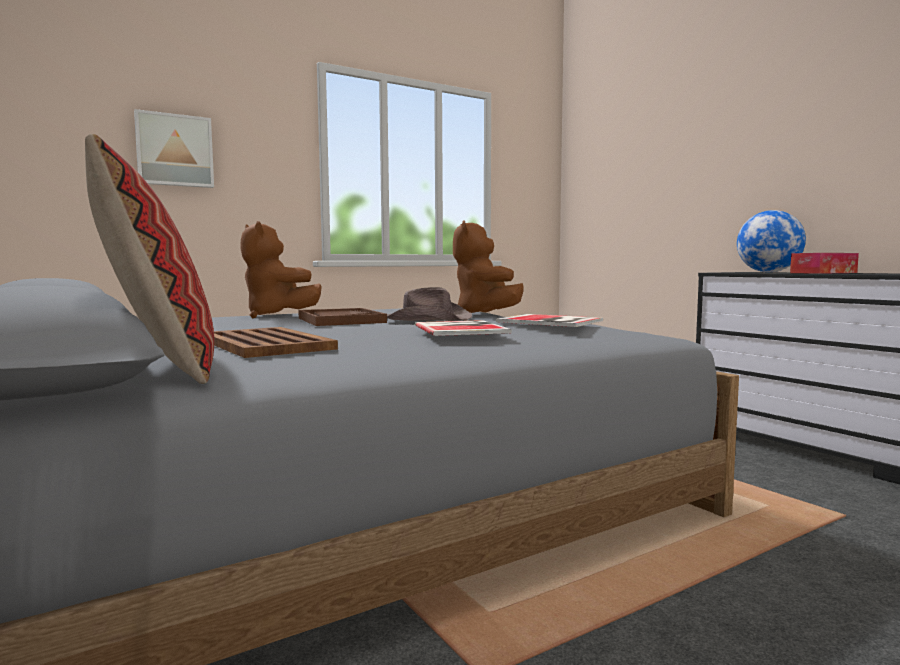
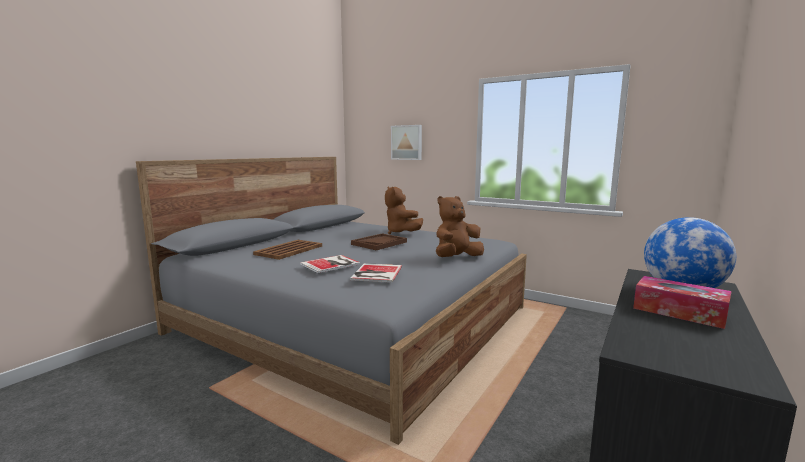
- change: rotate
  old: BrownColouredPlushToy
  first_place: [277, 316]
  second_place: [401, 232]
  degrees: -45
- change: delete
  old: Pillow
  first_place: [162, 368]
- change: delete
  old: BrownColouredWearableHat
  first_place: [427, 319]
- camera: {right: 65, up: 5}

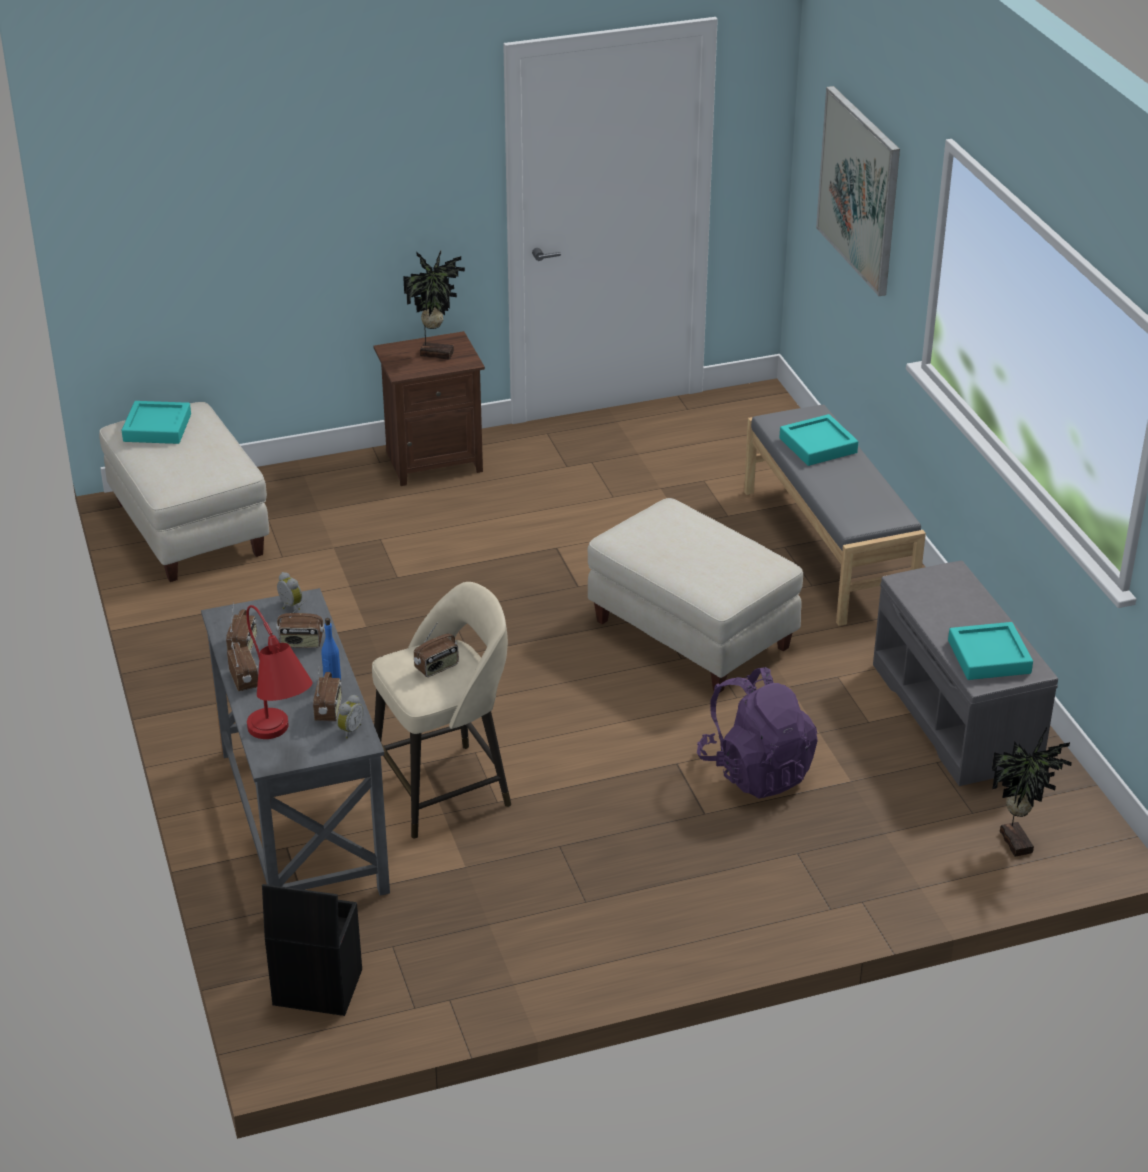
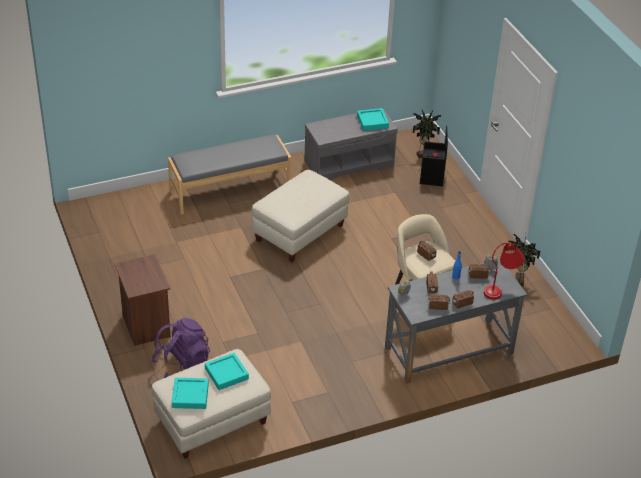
- change: move
  old: PurplishKnapsack
  first_place: [756, 770]
  second_place: [182, 364]
- change: move
  old: TurquoiseColouredTray
  first_place: [818, 445]
  second_place: [226, 374]
- change: move
  old: BlackColouredStorageBin
  first_place: [315, 988]
  second_place: [432, 177]
- change: move
  old: Houseplant
  first_place: [436, 353]
  second_place: [518, 280]
- change: delete
  old: Picture
  first_place: [859, 189]
- camera: {right: -95, up: 5}

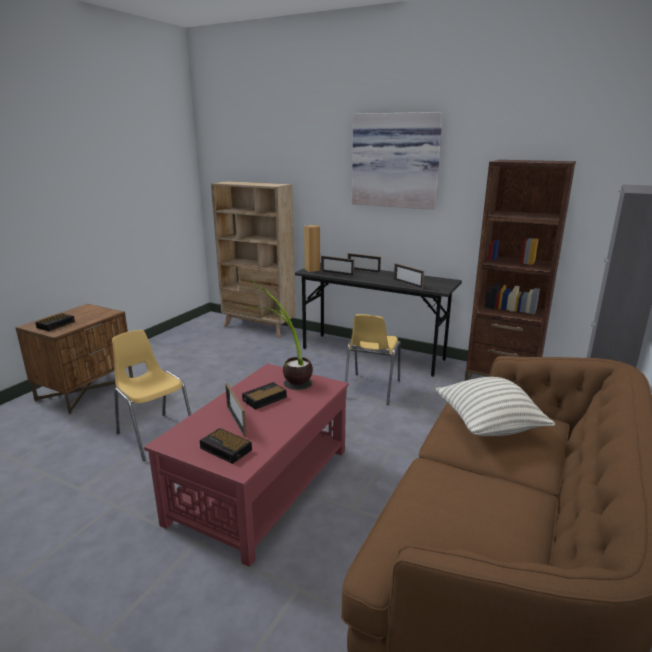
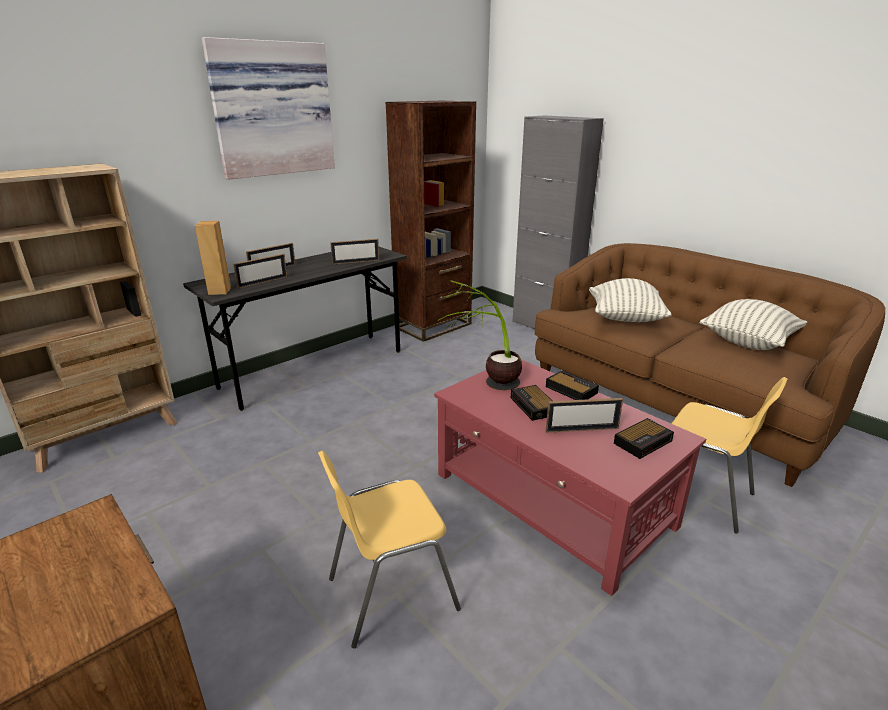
- change: move
  old: TableClock
  first_place: [56, 324]
  second_place: [570, 389]
- change: move
  old: YellowishUprightChair
  first_place: [371, 389]
  second_place: [700, 495]
- change: insert
  new: Pillow
  second_place: [748, 342]
- camera: {right: -70, up: 5}

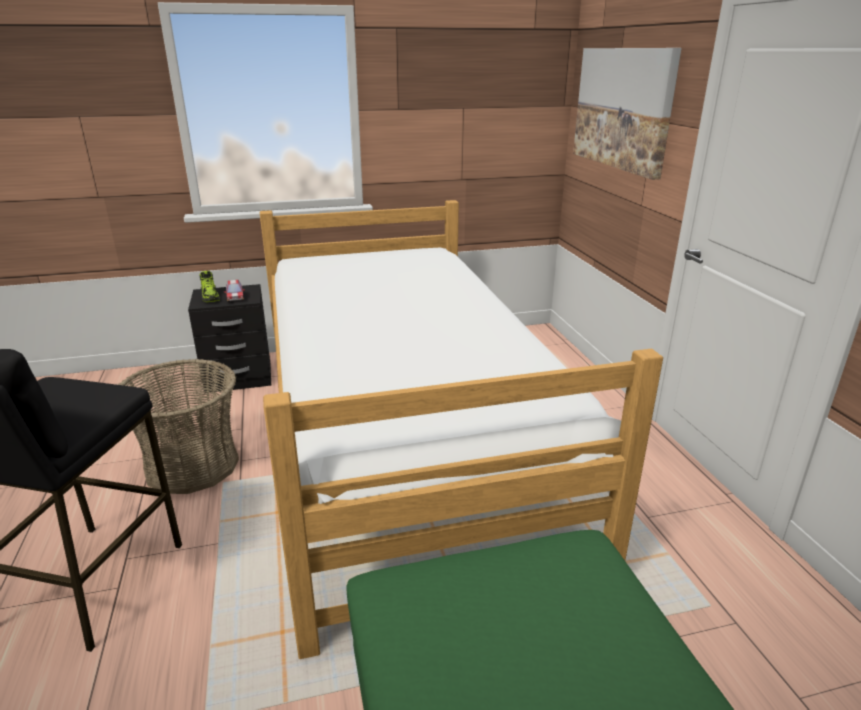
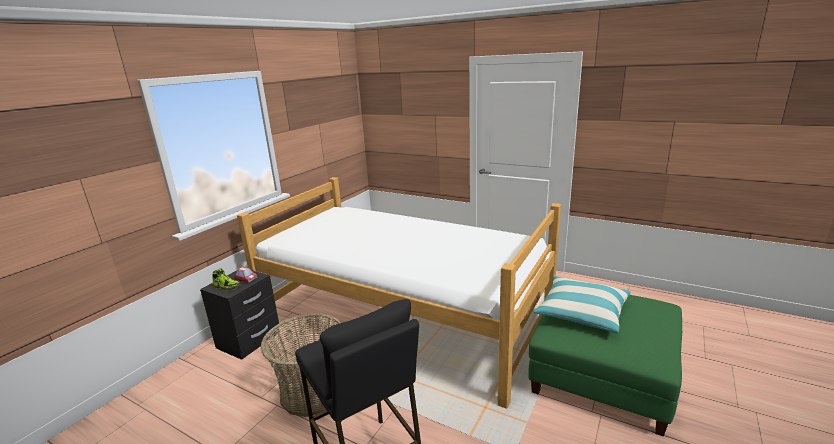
- change: insert
  new: Pillow
  second_place: [582, 312]
- change: delete
  old: Picture
  first_place: [623, 108]
- camera: {right: -45, up: -5}

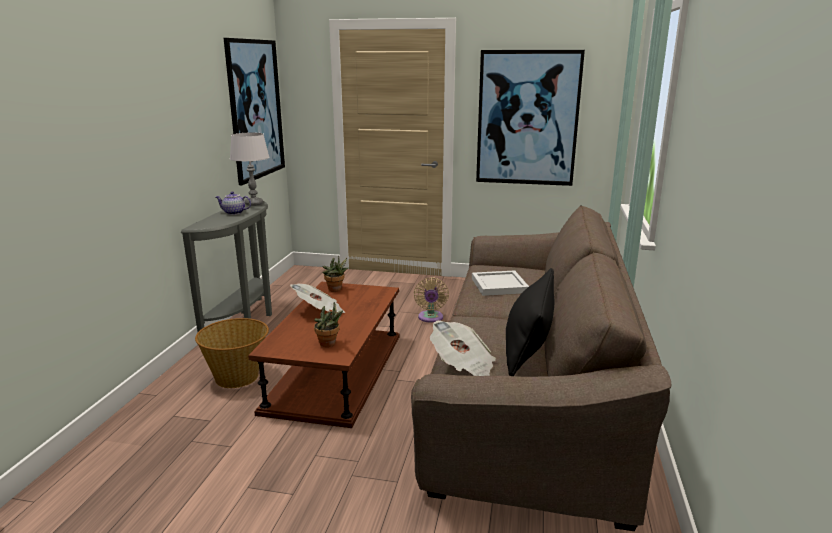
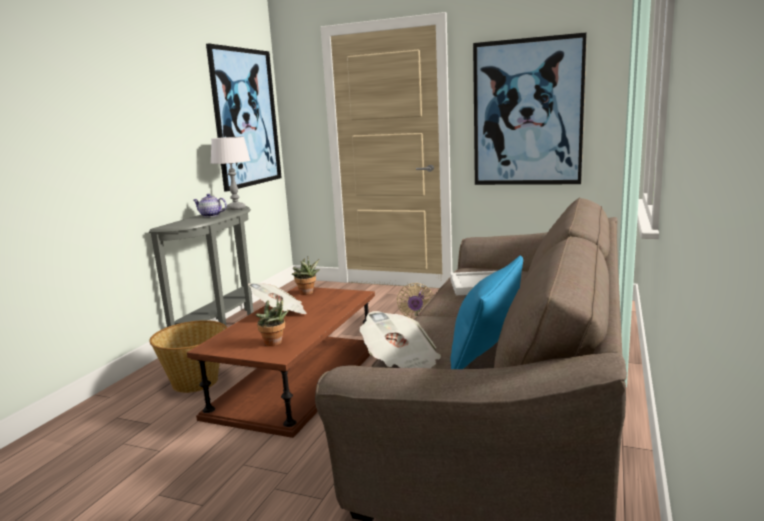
- change: recolor
  old: BlackColouredPillow
  new: BluishPillow
  first_place: [528, 347]
  second_place: [488, 346]
- camera: {right: 10, up: -5}

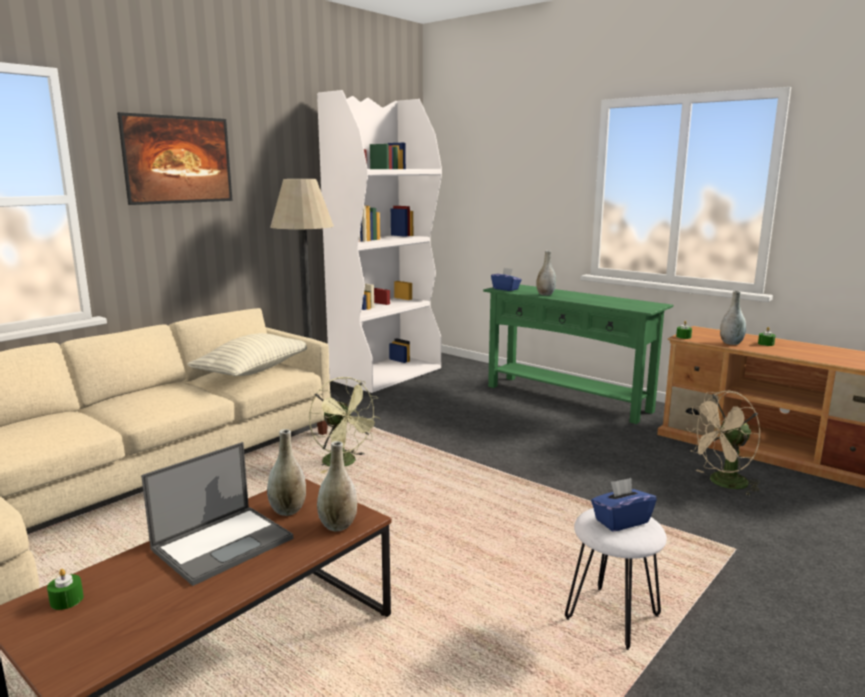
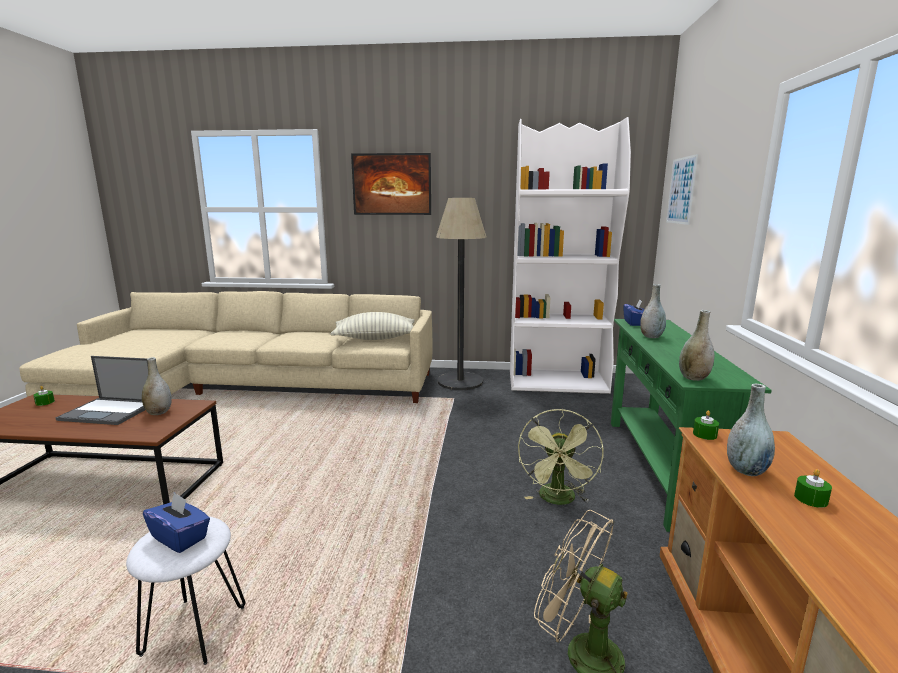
- change: move
  old: GreenColouredElectricFan
  first_place: [345, 463]
  second_place: [558, 500]
- change: insert
  new: Picture
  second_place: [681, 190]
- change: move
  old: GreyishDecorativeVase
  first_place: [338, 525]
  second_place: [693, 378]
- camera: {right: 55, up: 0}

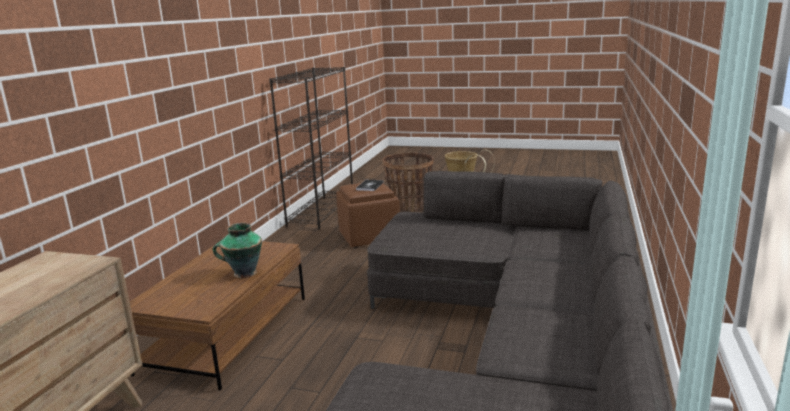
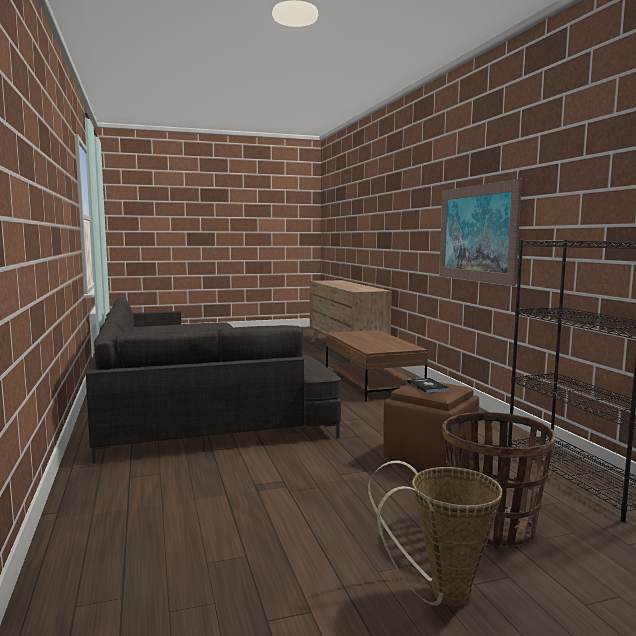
- change: insert
  new: Picture
  second_place: [476, 233]
- change: delete
  old: DecorativeVase
  first_place: [244, 273]
- camera: {right: 145, up: -10}

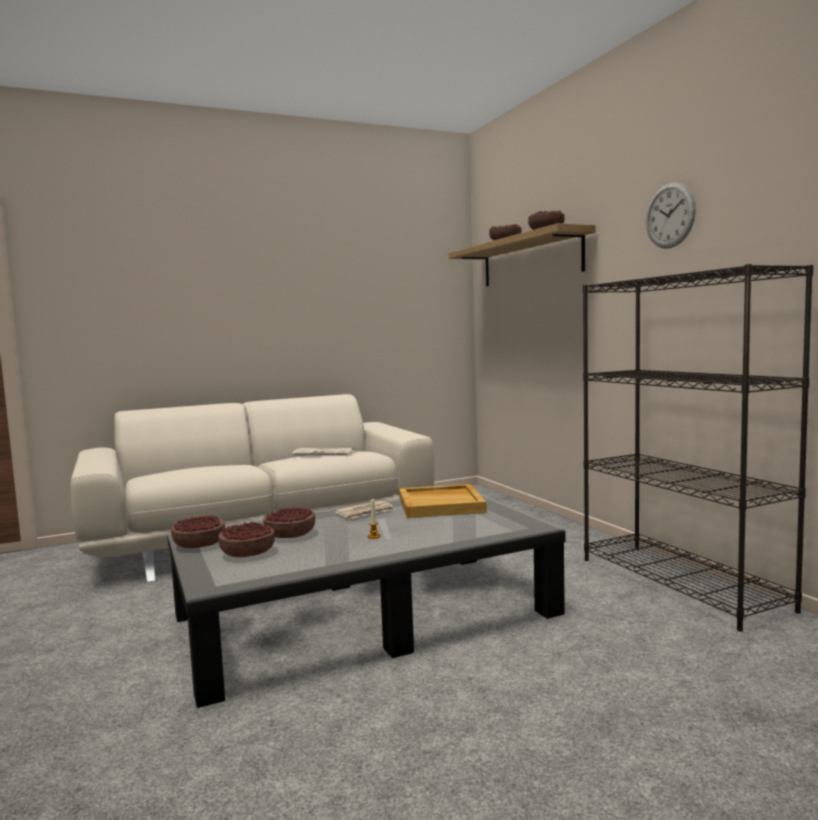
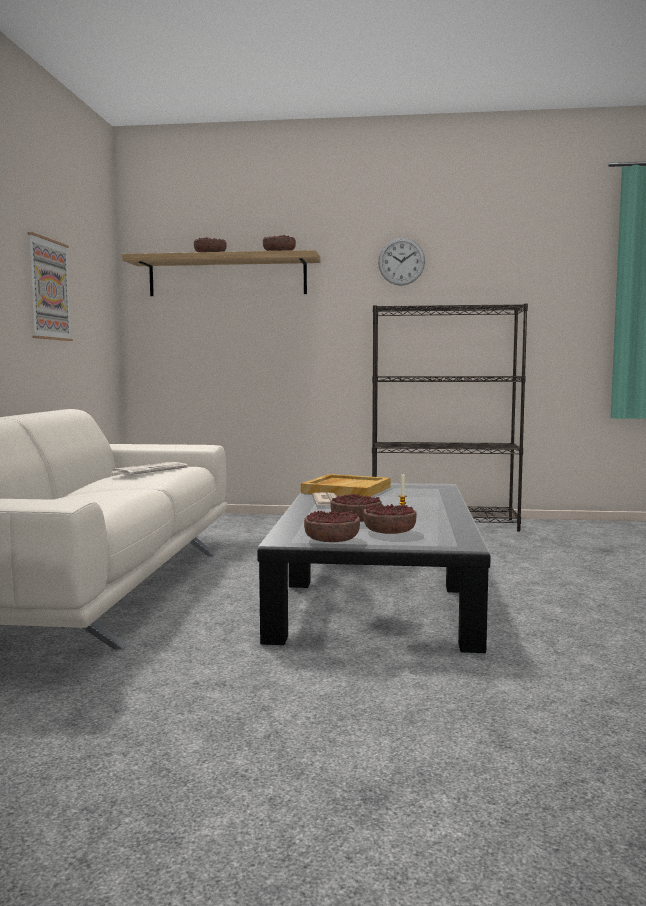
- change: insert
  new: Picture
  second_place: [48, 289]
- camera: {right: -60, up: 0}

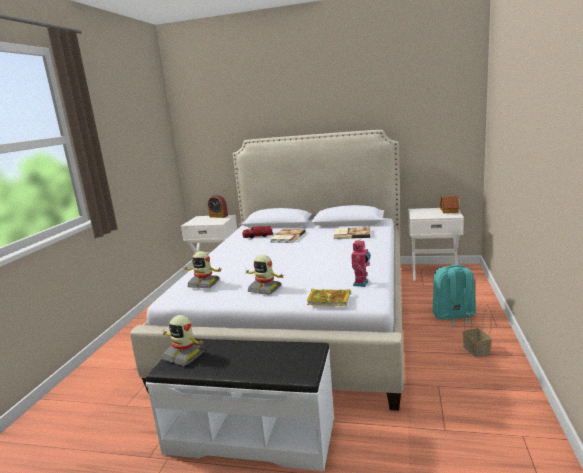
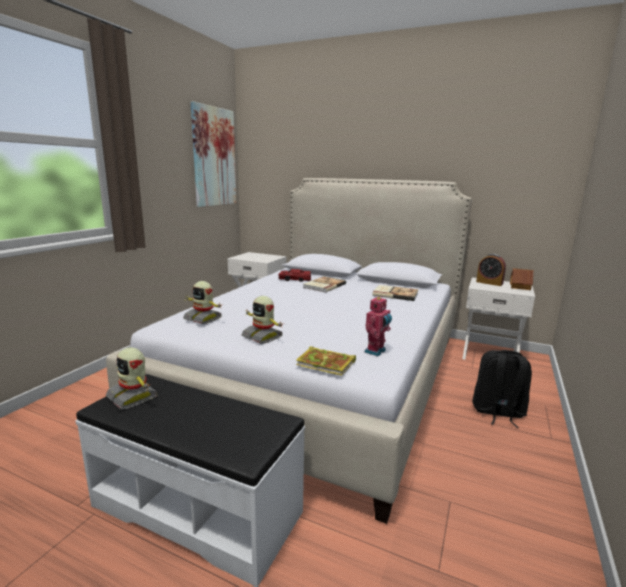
- change: insert
  new: Picture
  second_place: [214, 157]
- change: recolor
  old: TurquoiseColouredKnapsack
  new: BlackColouredKnapsack
  first_place: [453, 316]
  second_place: [497, 412]
- change: move
  old: TableClock
  first_place: [218, 216]
  second_place: [489, 283]
- change: delete
  old: StorageBasket
  first_place: [477, 350]
- camera: {right: 10, up: 0}

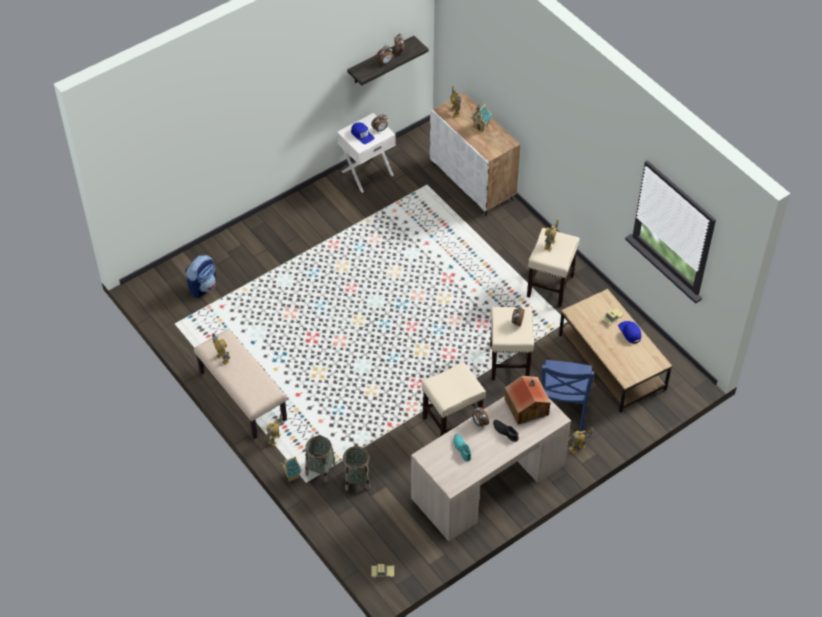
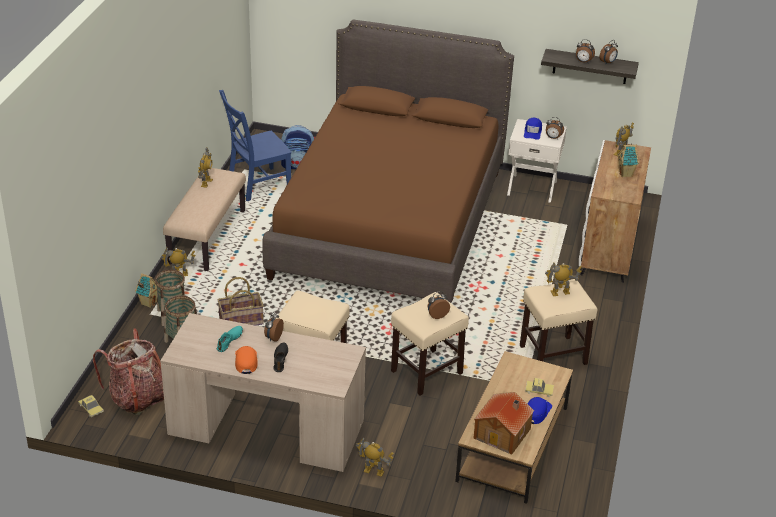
- change: insert
  new: Knapsack
  second_place: [138, 397]
- change: insert
  new: StorageBasket
  second_place: [241, 320]
- change: move
  old: BluishUprightChair
  first_place: [562, 410]
  second_place: [256, 184]
- change: insert
  new: OrangeyPeakedCap
  second_place: [246, 361]
- change: insert
  new: BrownColouredBed
  second_place: [390, 223]
- change: move
  old: ToyHouse
  first_place: [527, 406]
  second_place: [503, 433]
- camera: {right: 50, up: -15}

